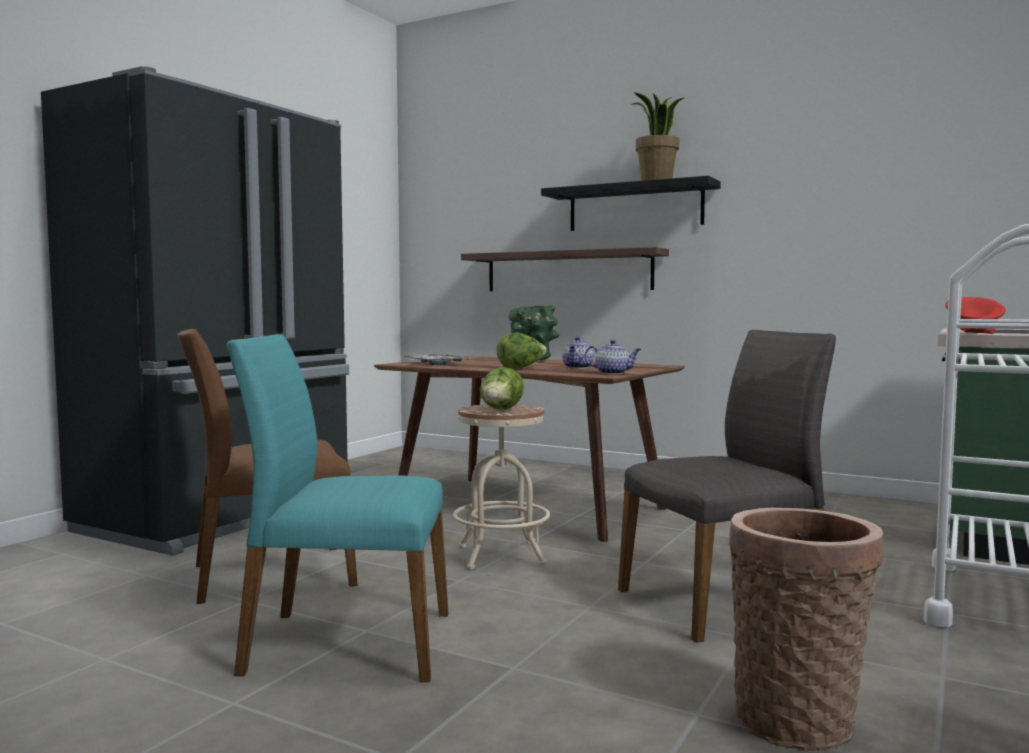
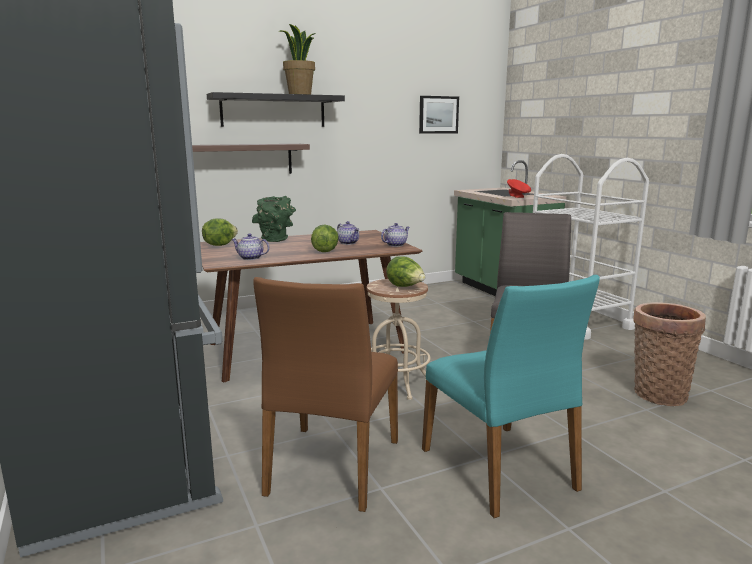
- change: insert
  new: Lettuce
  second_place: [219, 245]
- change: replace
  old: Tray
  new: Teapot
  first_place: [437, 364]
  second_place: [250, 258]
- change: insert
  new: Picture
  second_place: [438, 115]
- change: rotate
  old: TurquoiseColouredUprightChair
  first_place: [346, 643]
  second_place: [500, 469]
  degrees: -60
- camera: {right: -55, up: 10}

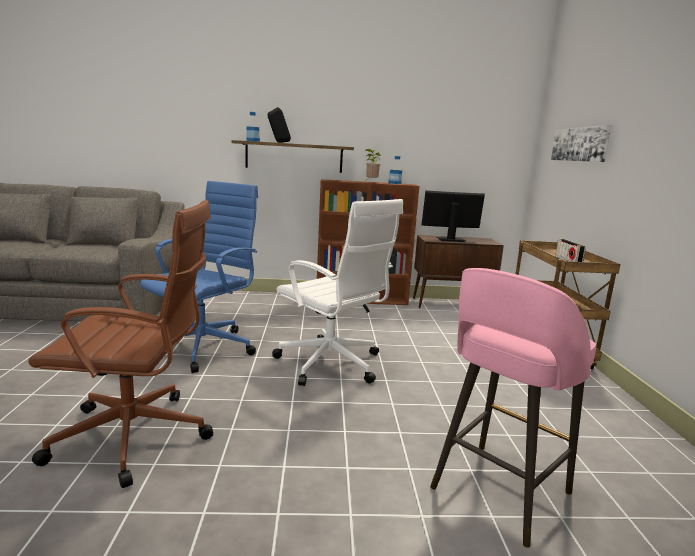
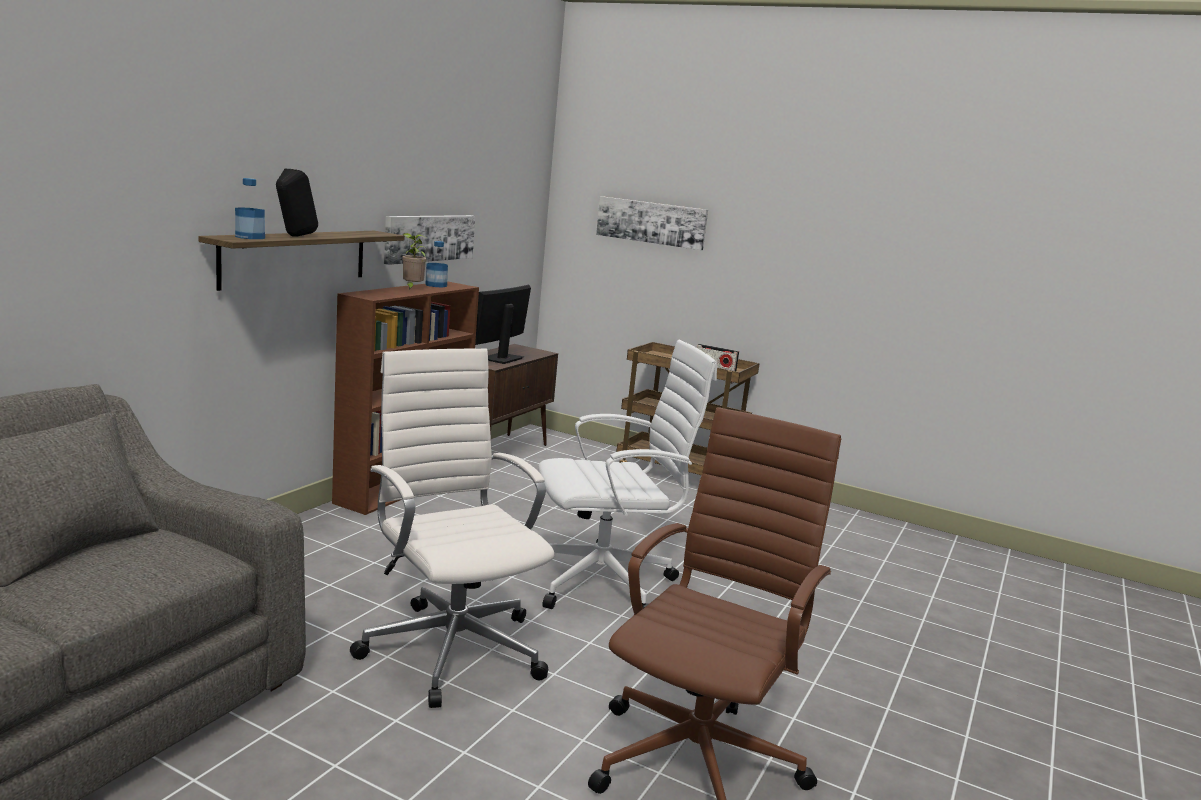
- change: recolor
  old: BluishComputerChair
  new: WhitishComputerChair
  first_place: [205, 347]
  second_place: [452, 647]
- change: insert
  new: Picture
  second_place: [429, 238]
- change: delete
  old: PinkishStoolSeat
  first_place: [498, 492]
- camera: {right: -60, up: 0}

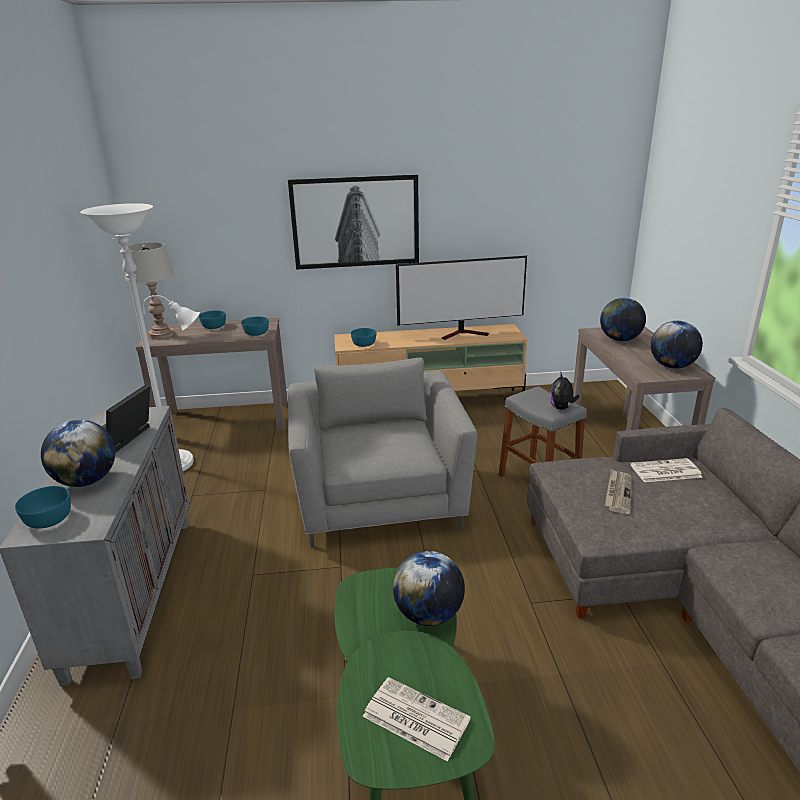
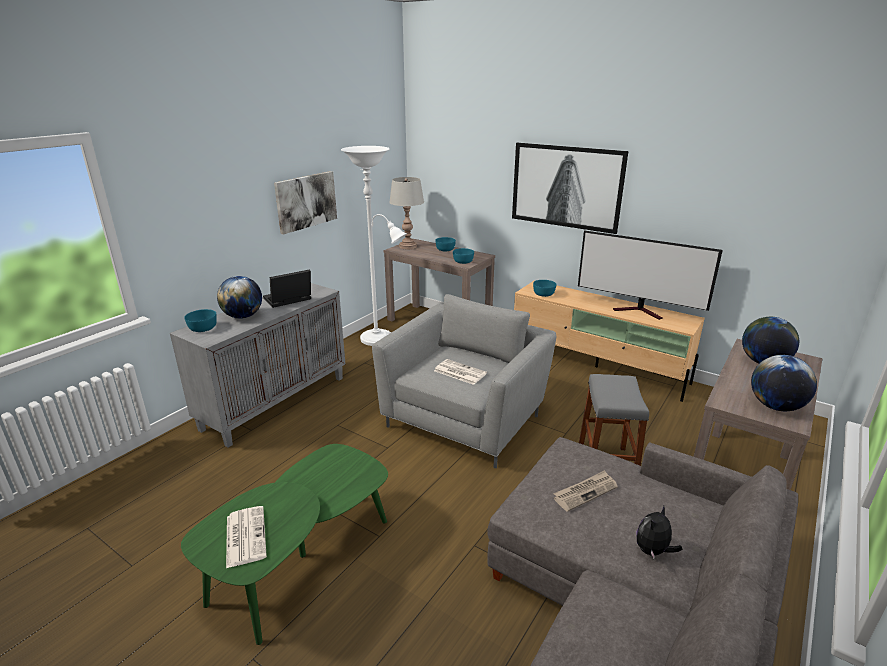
- change: insert
  new: Picture
  second_place: [306, 201]
- change: move
  old: DailyPaper
  first_place: [665, 471]
  second_place: [459, 372]
- change: move
  old: PlushToy
  first_place: [562, 408]
  second_place: [653, 551]
- change: delete
  old: WorldGlobe
  first_place: [429, 614]
- camera: {right: 40, up: 0}

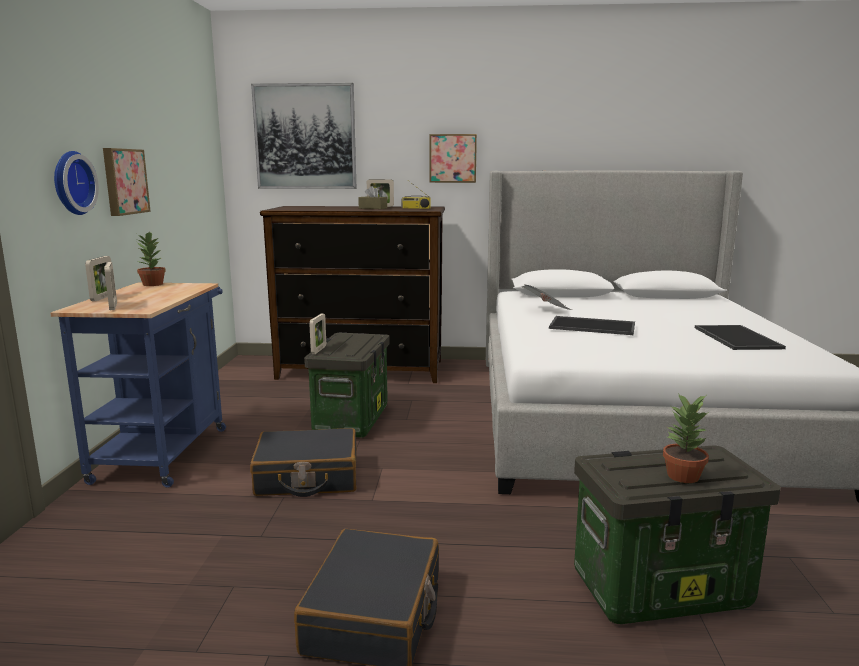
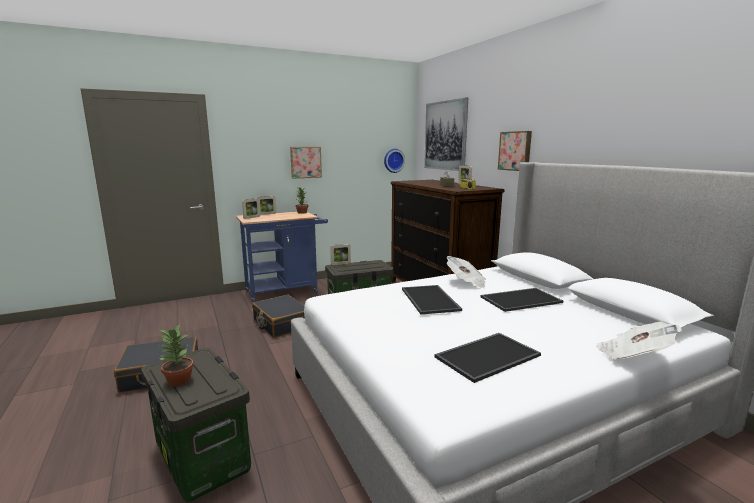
- change: move
  old: ClockOnTheWall
  first_place: [71, 183]
  second_place: [393, 160]
- change: insert
  new: Tray
  second_place: [520, 299]
- change: insert
  new: DailyPaper
  second_place: [633, 356]
- camera: {right: 60, up: 0}

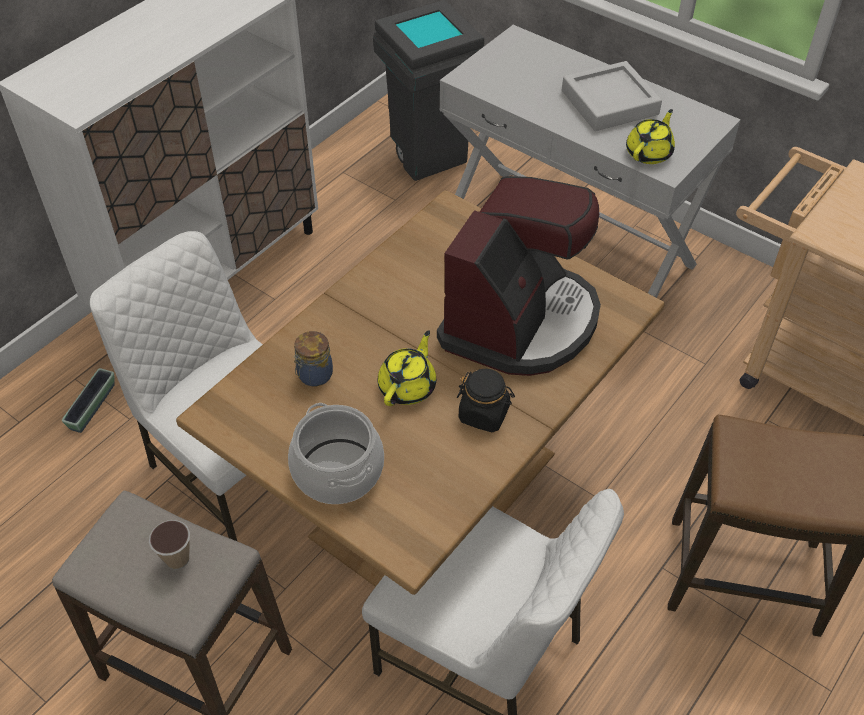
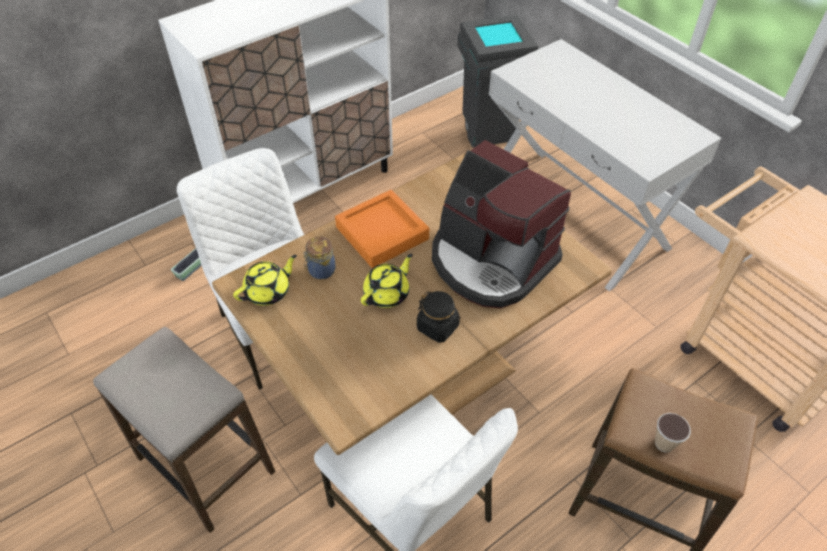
- change: move
  old: YellowishTeapot
  first_place: [649, 153]
  second_place: [268, 291]
- change: insert
  new: OrangeyTray
  second_place: [382, 233]
- change: rotate
  old: CoffeeMaker
  first_place: [520, 321]
  second_place: [491, 261]
  degrees: 90
- change: move
  old: SmallCup
  first_place: [177, 559]
  second_place: [664, 444]
- change: delete
  old: Saucepot
  first_place: [337, 471]
- change: delete
  old: GreyishTray
  first_place: [609, 103]
- camera: {right: 15, up: 0}

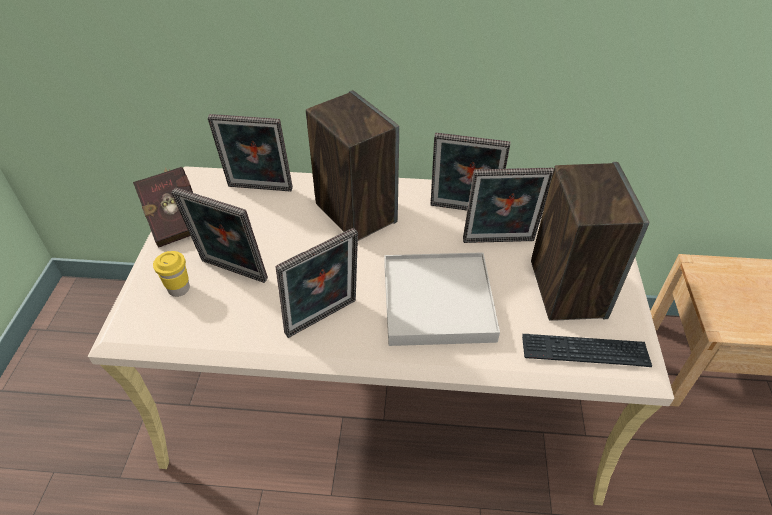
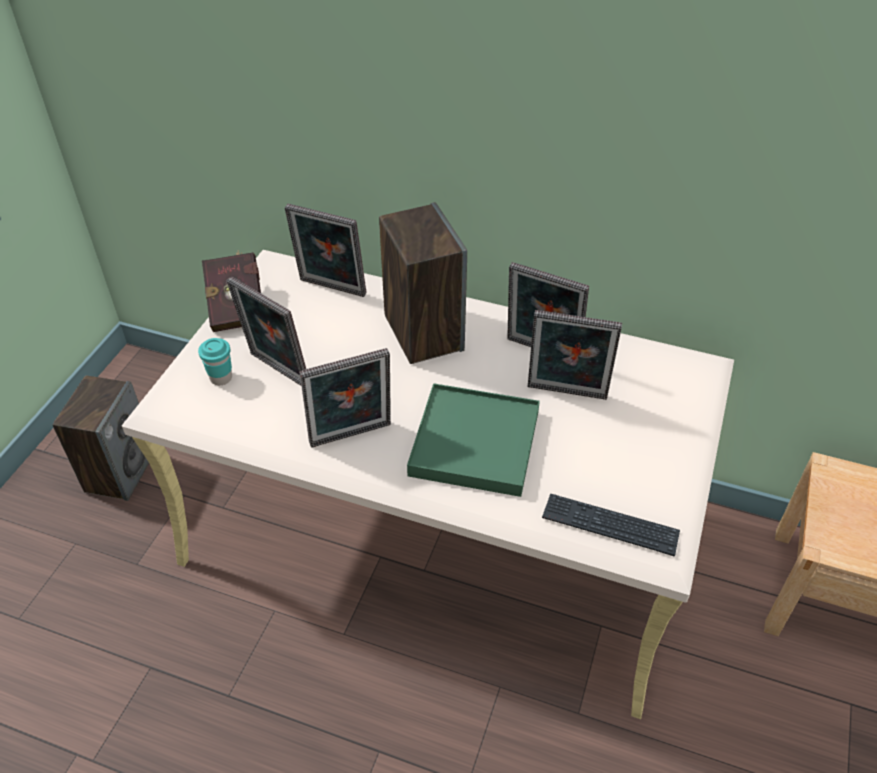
- change: move
  old: Speaker
  first_place: [566, 288]
  second_place: [120, 471]
- change: recolor
  old: YellowishSmallCup
  new: TurquoiseColouredSmallCup
  first_place: [179, 289]
  second_place: [221, 378]
- change: recolor
  old: WhitishTray
  new: GreenColouredTray
  first_place: [437, 301]
  second_place: [474, 443]
- camera: {right: 15, up: 0}

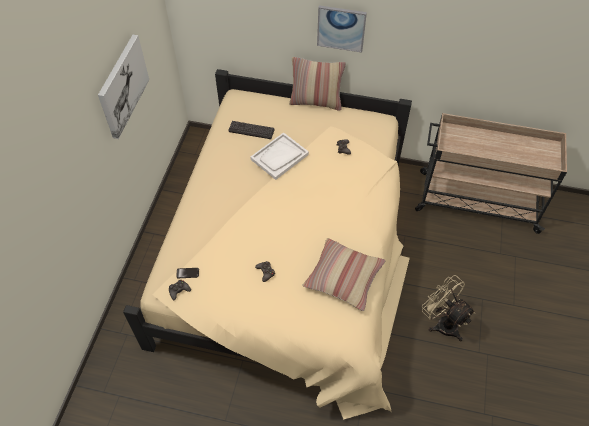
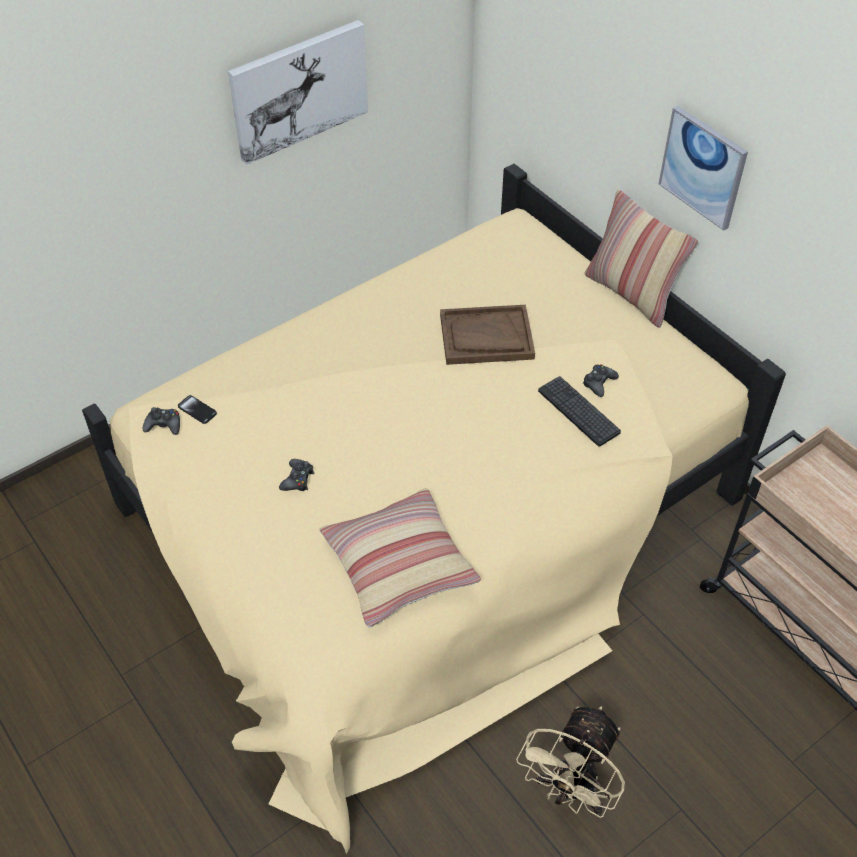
- change: recolor
  old: WhitishTray
  new: BrownColouredTray
  first_place: [279, 157]
  second_place: [486, 337]
- change: rotate
  old: BeigeColouredElectricFan
  first_place: [442, 322]
  second_place: [570, 791]
  degrees: -150
- change: move
  old: PcKeyboard
  first_place: [251, 130]
  second_place: [578, 411]
- camera: {right: 40, up: -5}

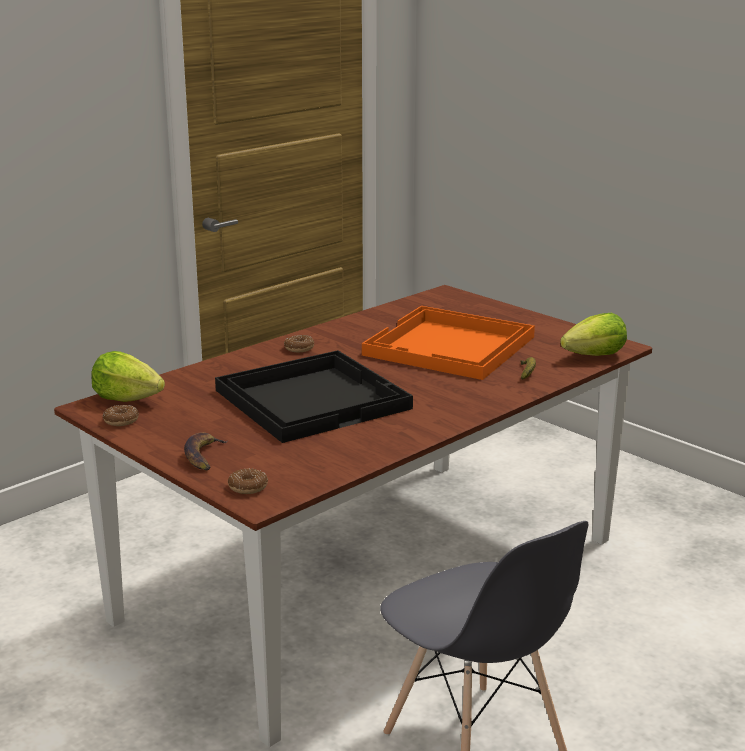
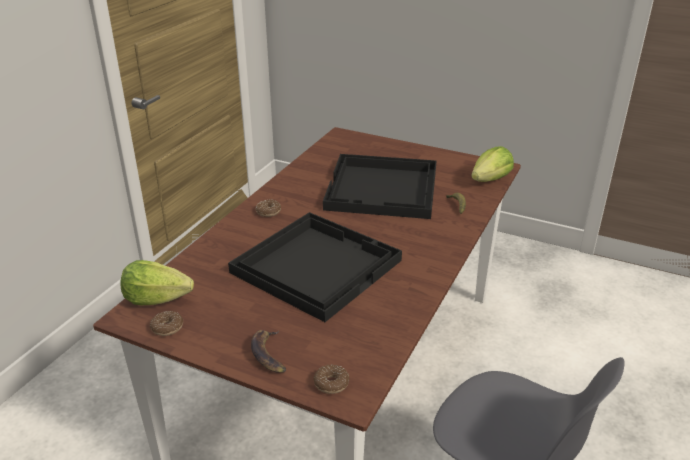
- change: recolor
  old: OrangeyTray
  new: BlackColouredTray
  first_place: [450, 347]
  second_place: [383, 189]
- camera: {right: -20, up: 10}

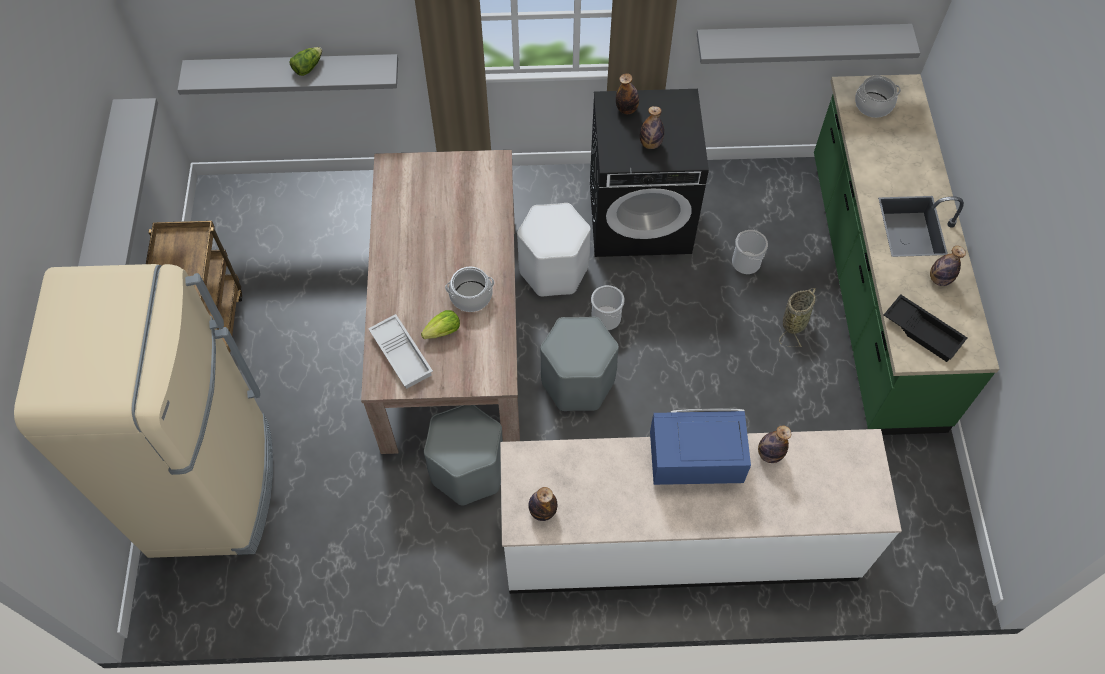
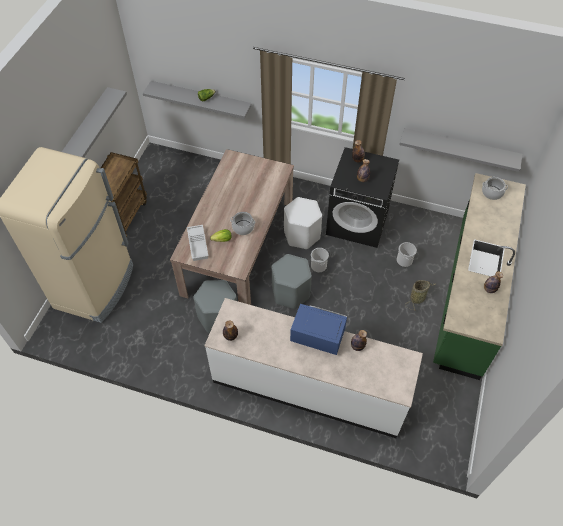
- change: delete
  old: BlackColouredTray
  first_place: [923, 331]
- camera: {right: 20, up: -5}

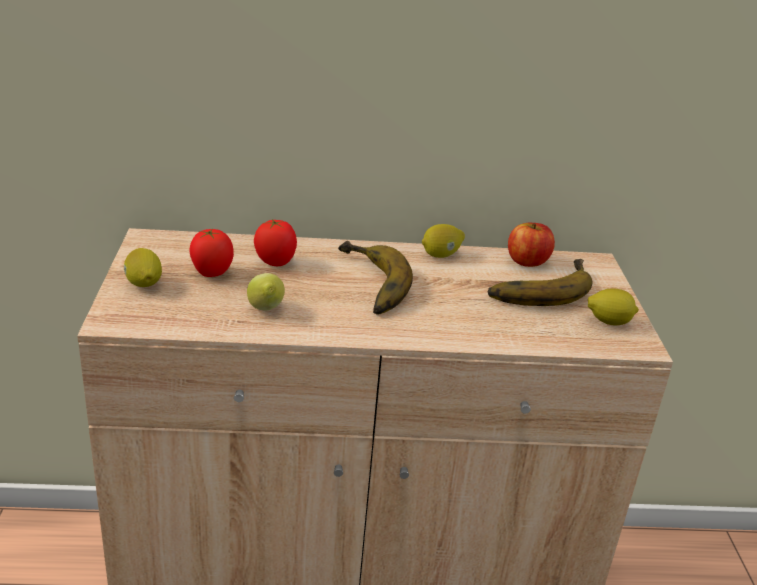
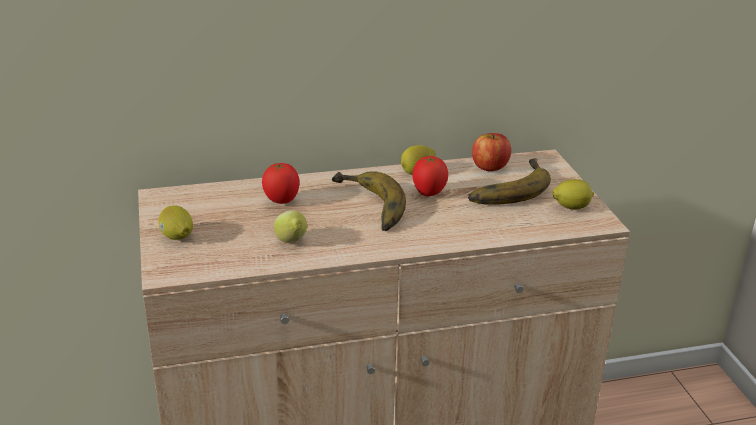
- change: move
  old: Tomato
  first_place: [211, 274]
  second_place: [428, 194]
- camera: {right: -10, up: 0}

